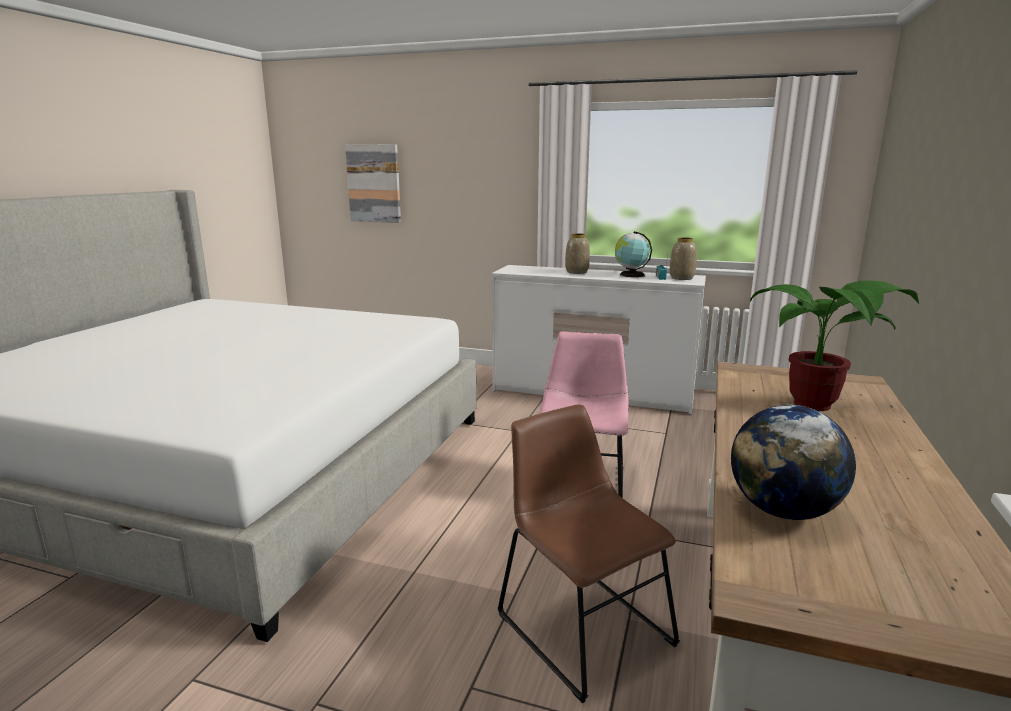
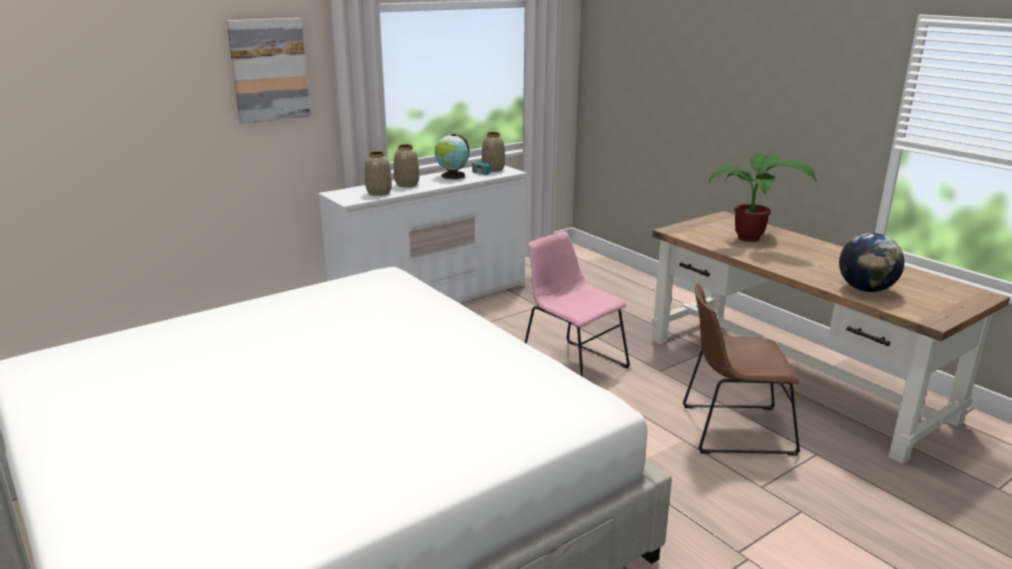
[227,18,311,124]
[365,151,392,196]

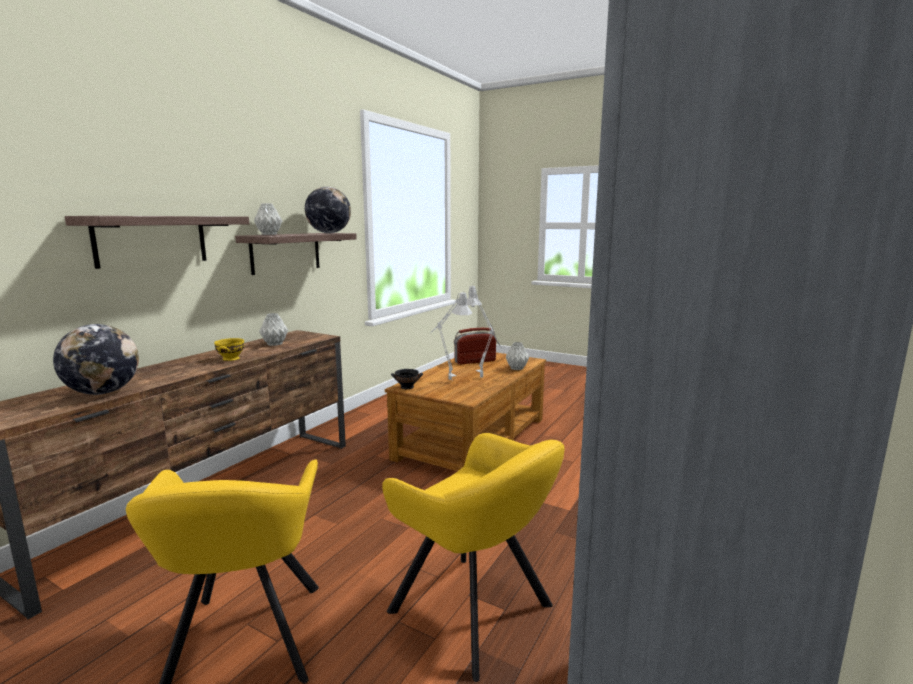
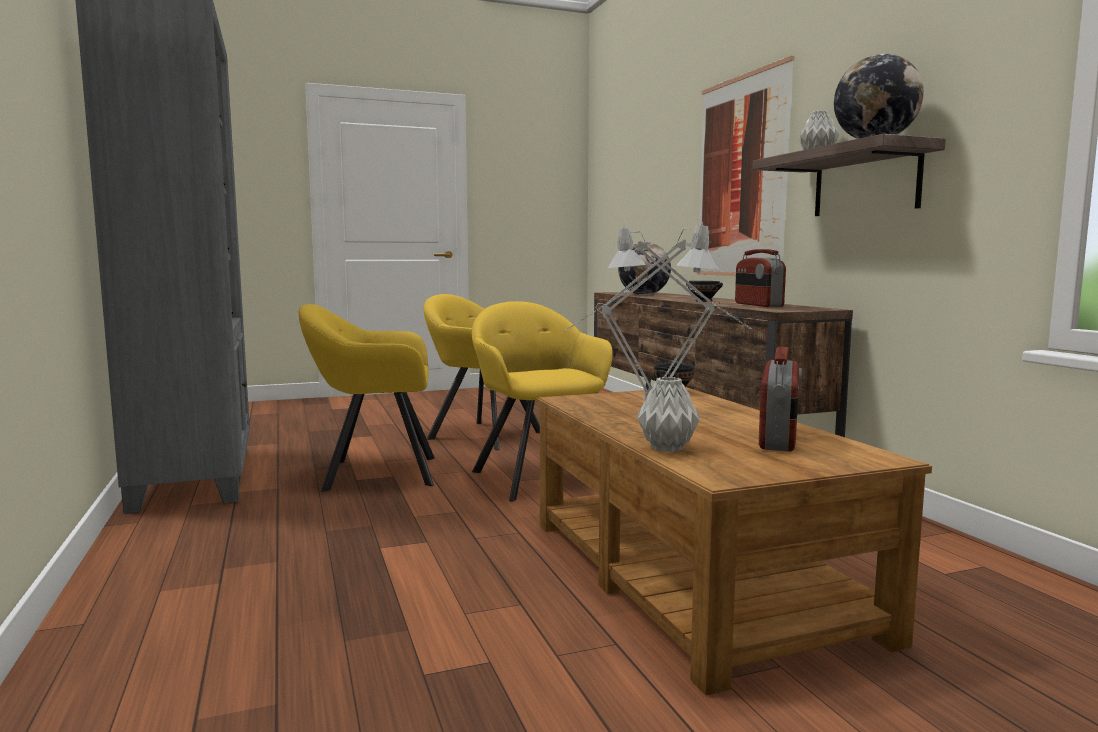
[696,56,794,276]
[686,281,723,302]
[735,249,786,307]
[472,301,613,502]

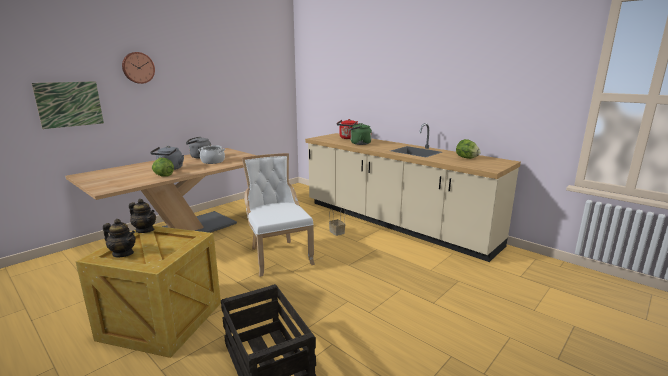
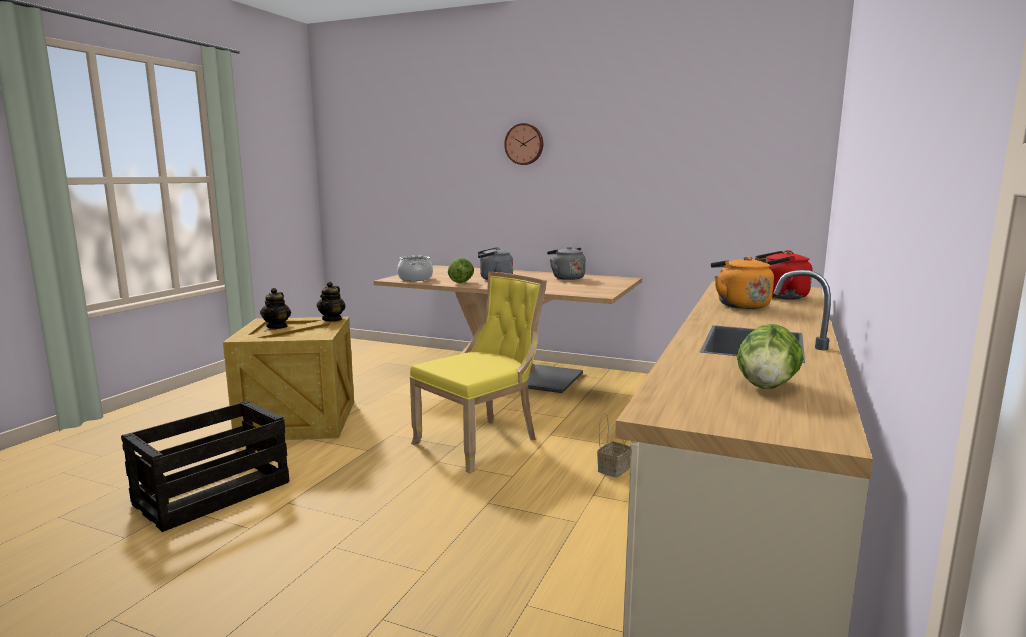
[32,81,104,129] (first image)
[397,256,433,281]
[410,272,547,473]
[711,256,774,309]

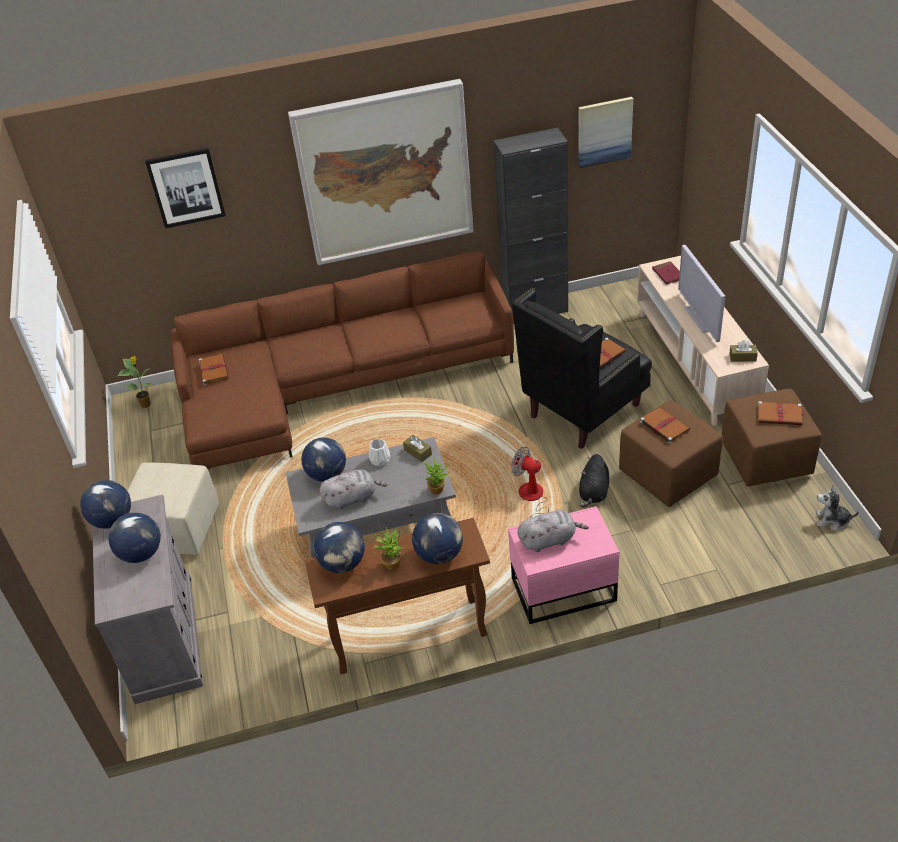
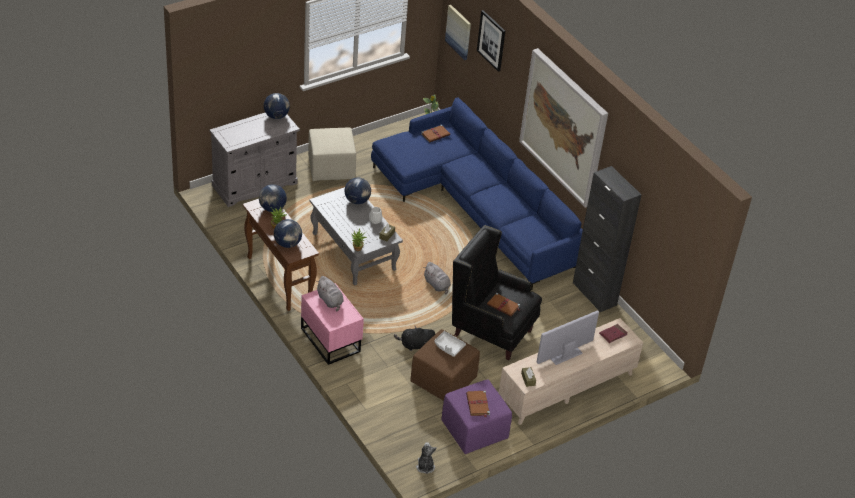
[108,513,161,563] (first image)
[371,97,583,290]
[423,262,451,295]
[511,447,549,518] (first image)
[445,5,471,60]
[434,331,466,357]
[441,379,512,454]

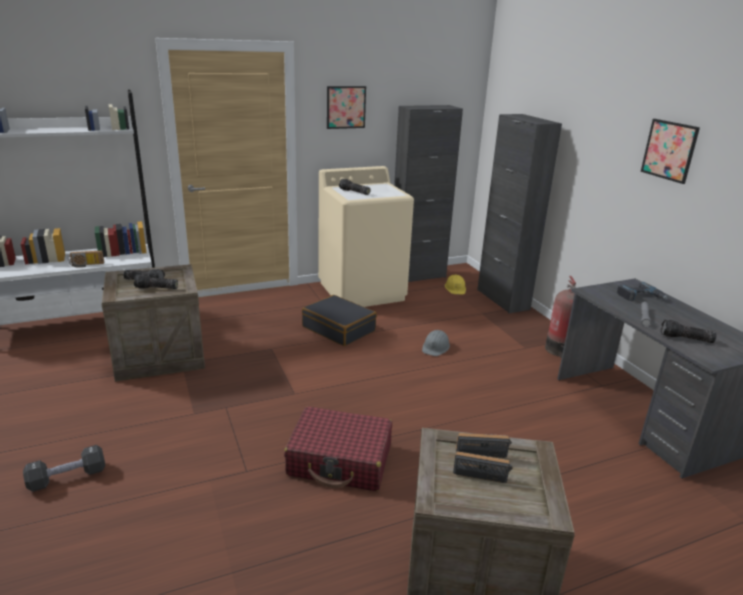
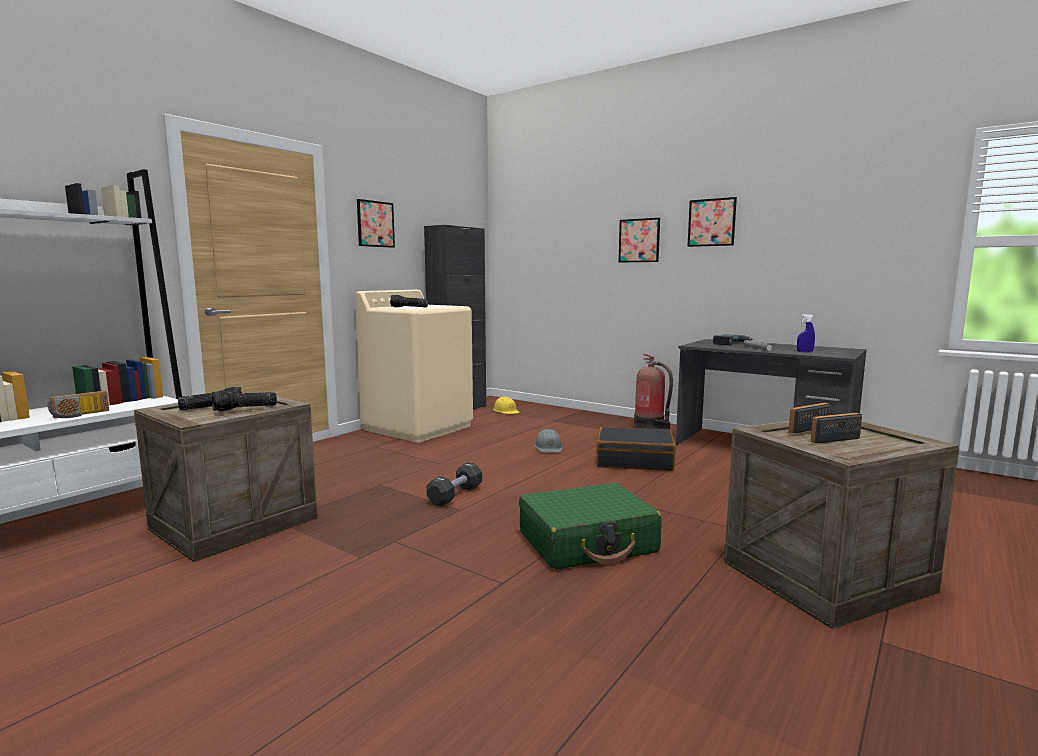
[427,462,482,506]
[519,483,662,570]
[597,427,676,471]
[477,114,562,313] (first image)
[797,314,815,352]
[619,218,660,263]

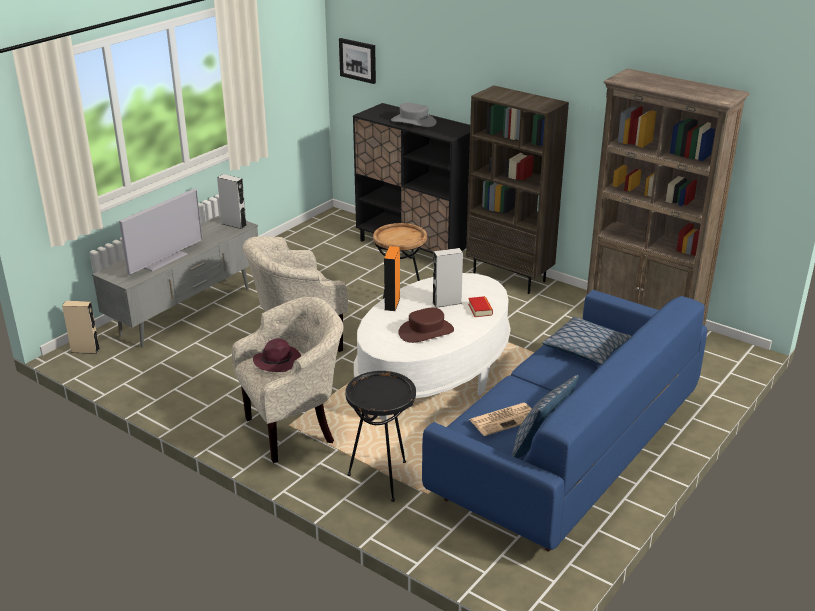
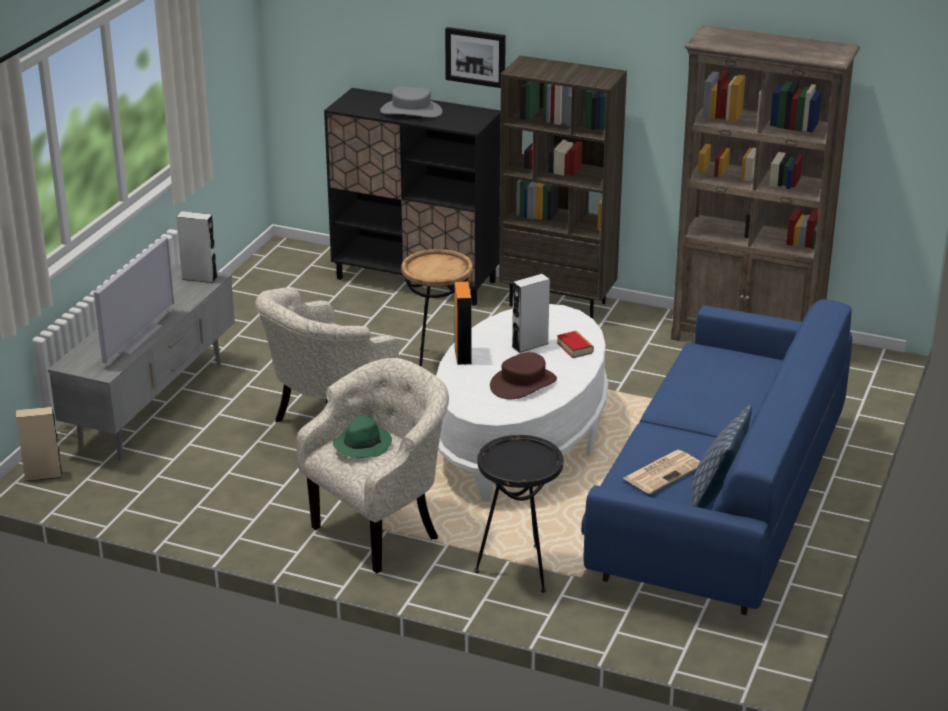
[333,416,392,458]
[445,27,506,88]
[542,317,631,365] (first image)

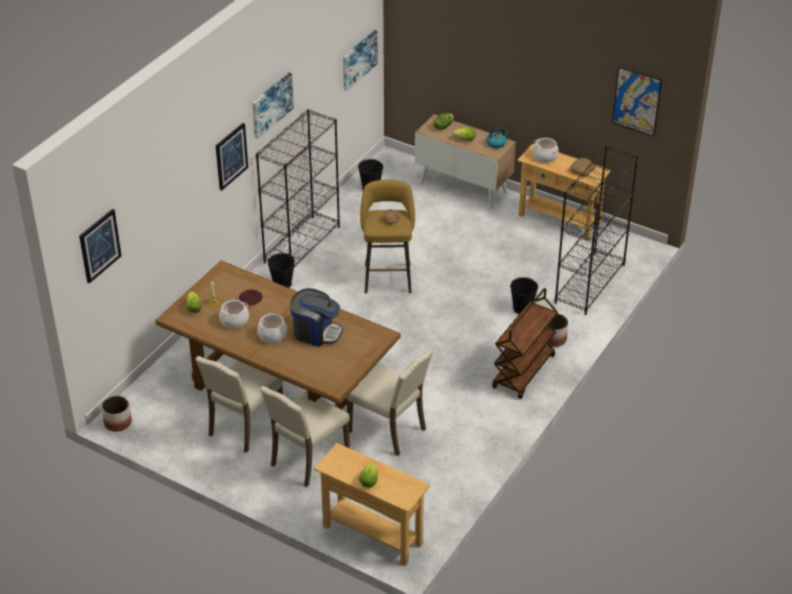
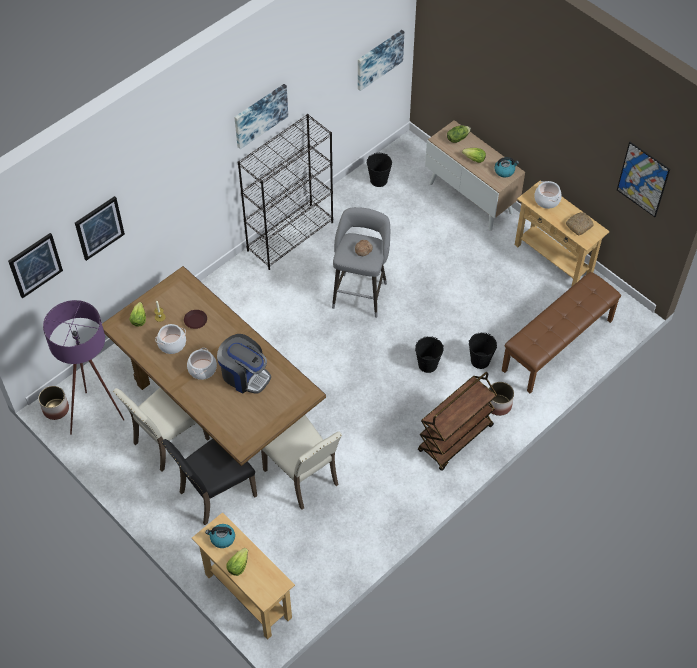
[75,196,125,261]
[161,439,257,525]
[415,336,444,373]
[332,207,390,318]
[502,272,621,393]
[43,300,124,435]
[205,524,235,548]

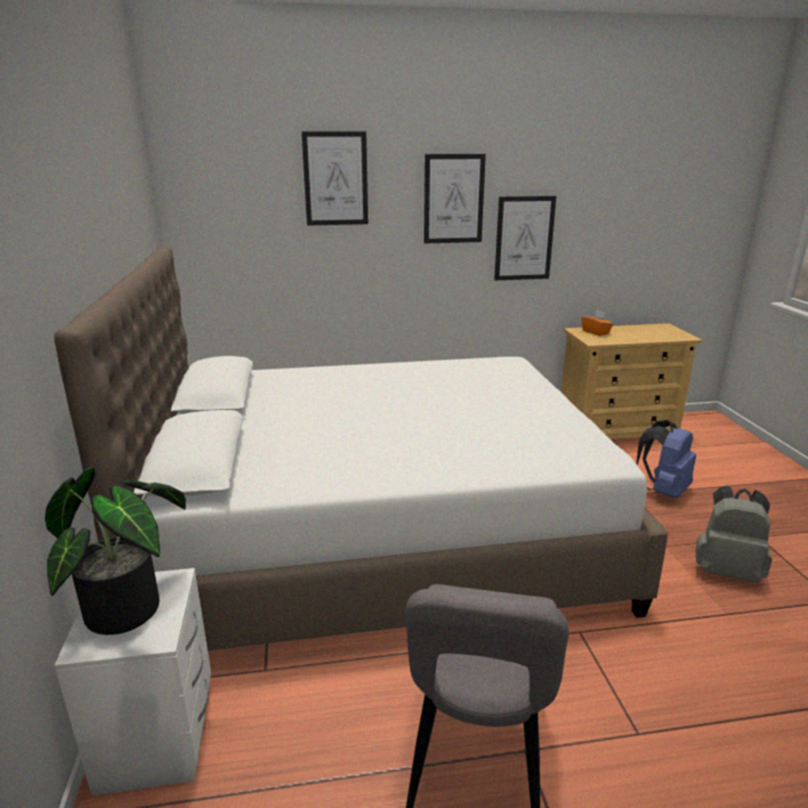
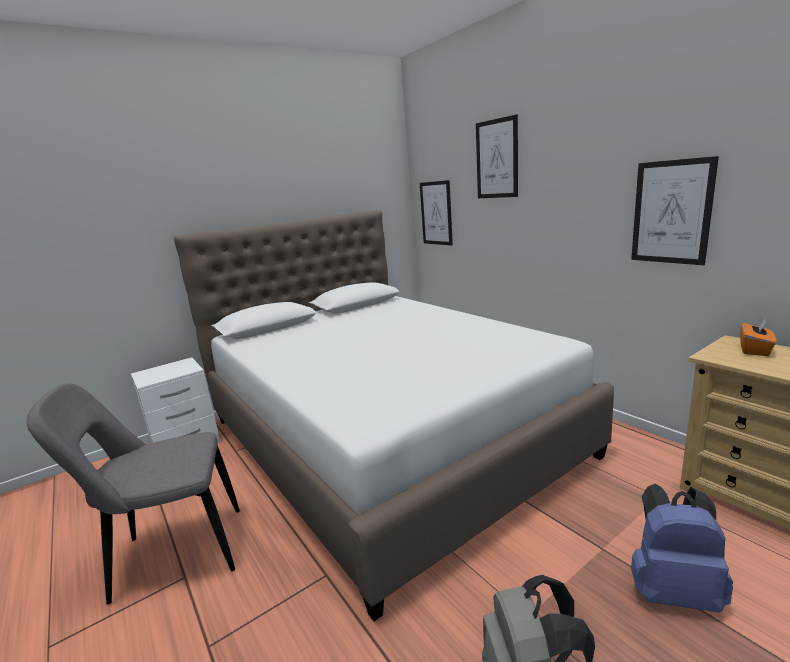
[45,467,186,635] (first image)
[420,180,453,246]

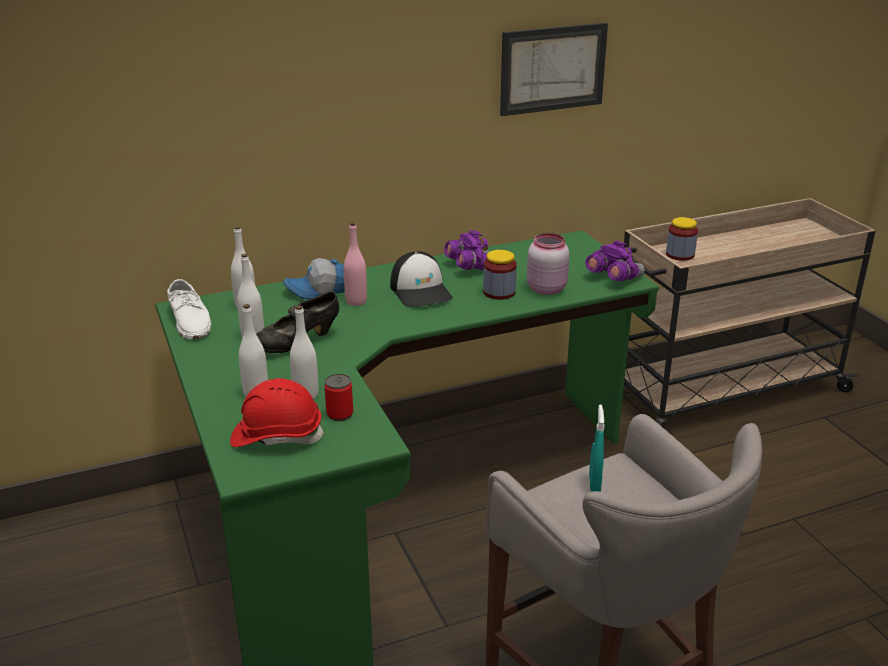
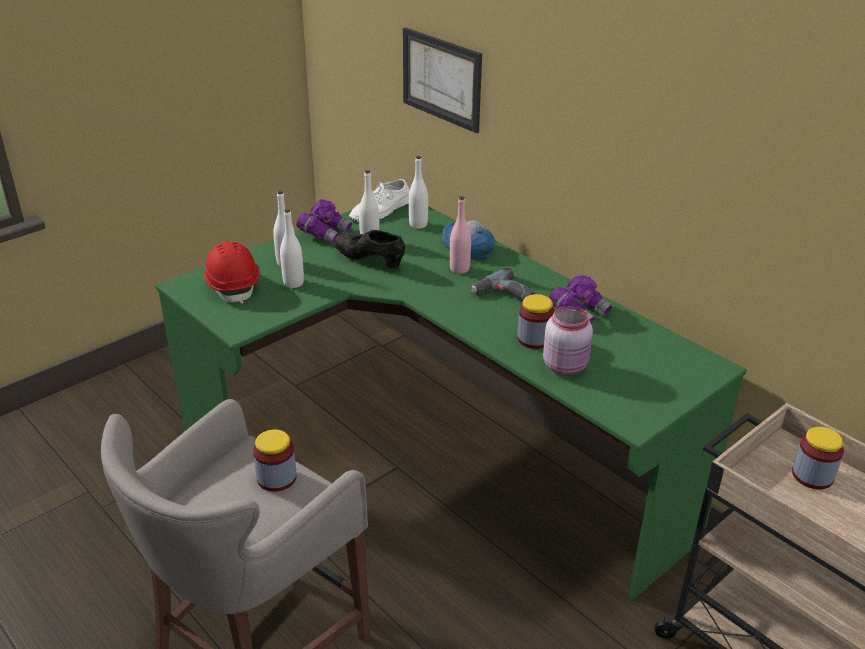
[324,374,353,421] (first image)
[471,267,536,301]
[403,27,482,133]
[296,199,352,244]
[253,429,297,492]

